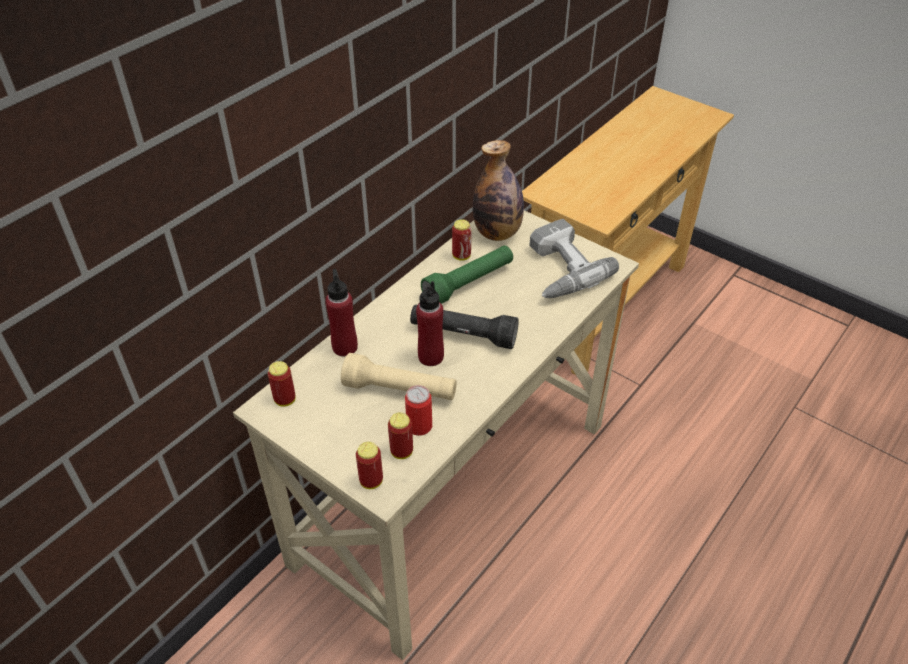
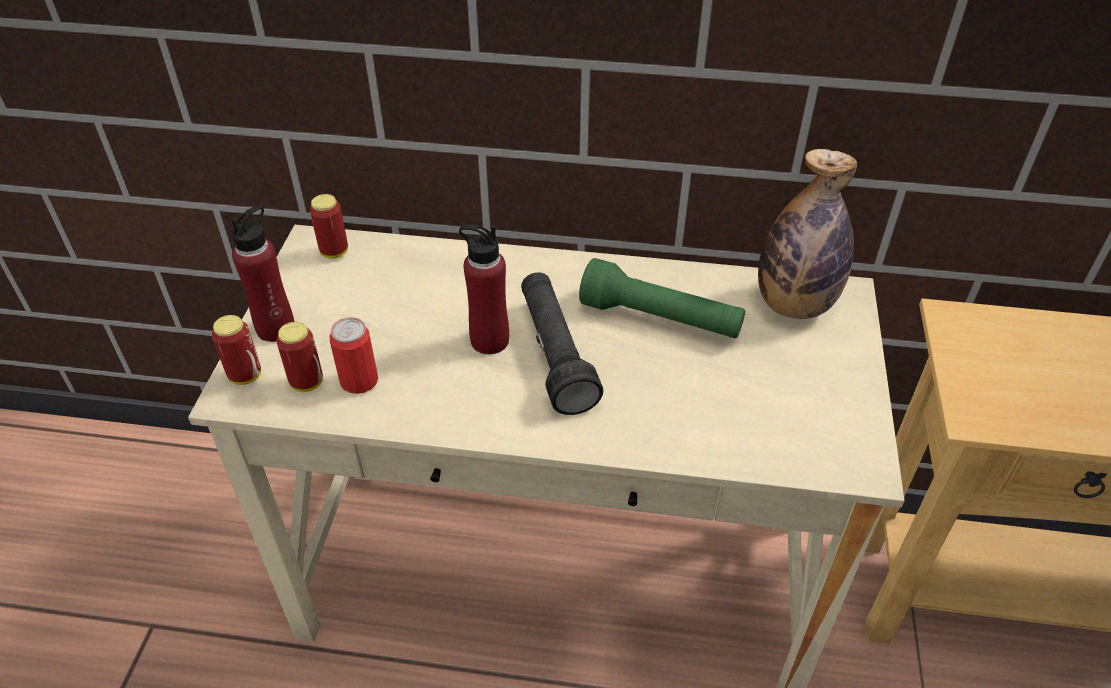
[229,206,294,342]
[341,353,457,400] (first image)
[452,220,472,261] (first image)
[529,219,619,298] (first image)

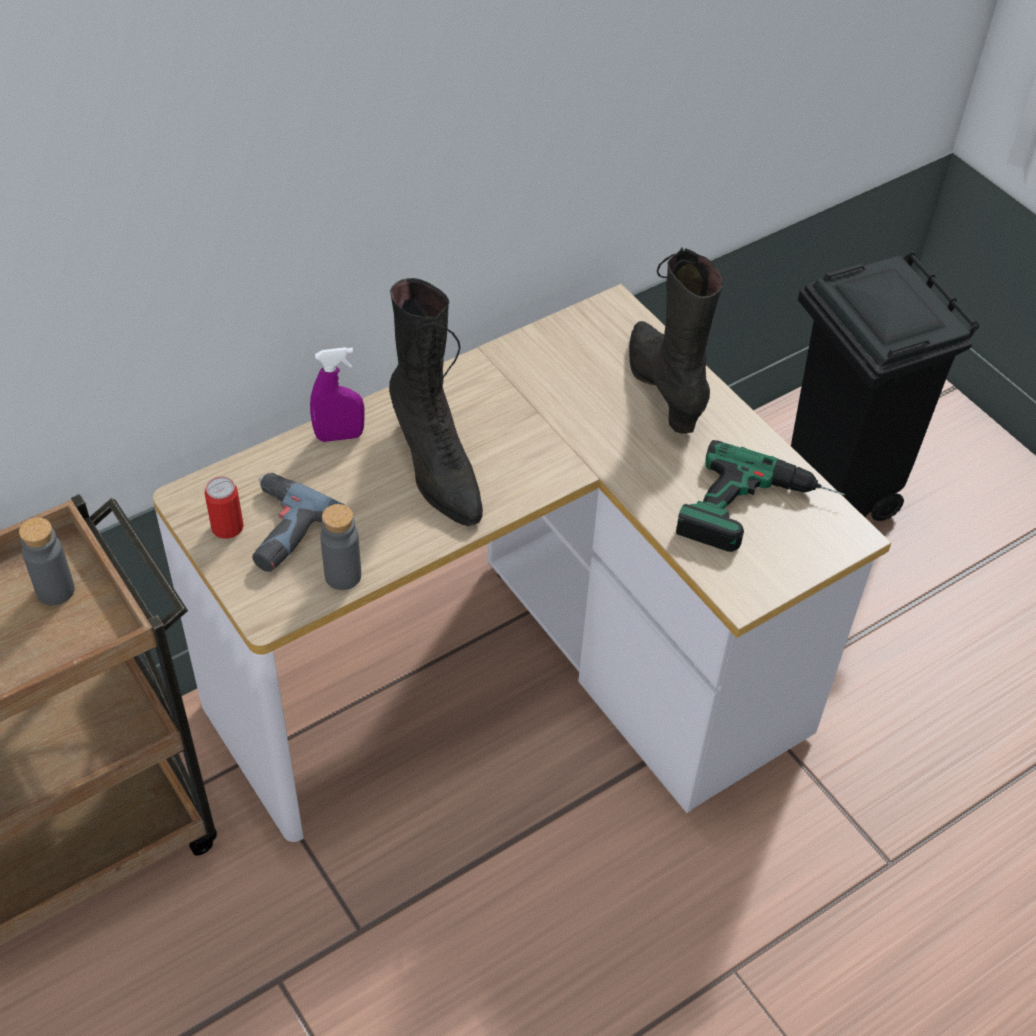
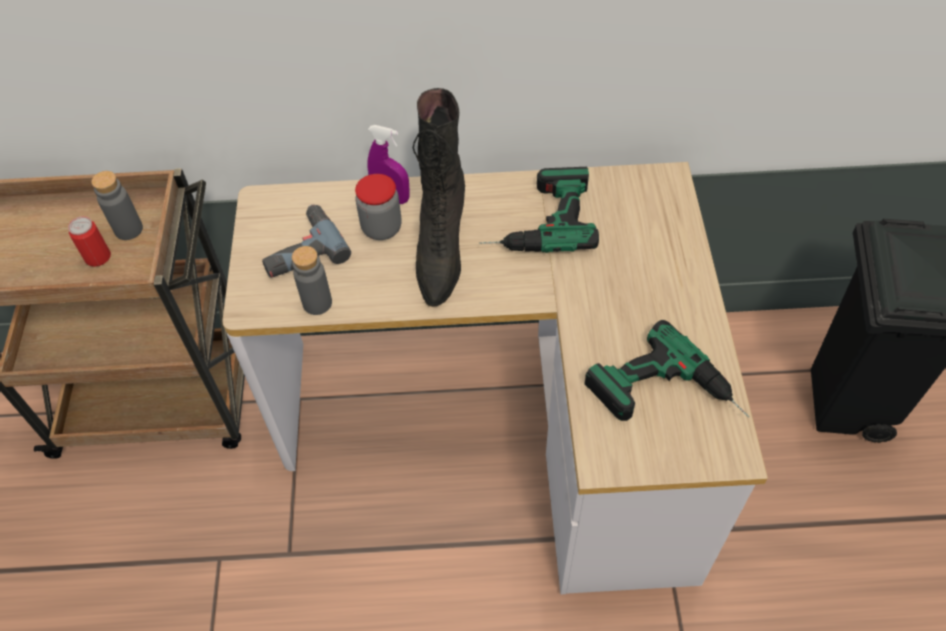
[68,216,111,267]
[629,247,723,434] (first image)
[355,174,401,240]
[479,167,599,253]

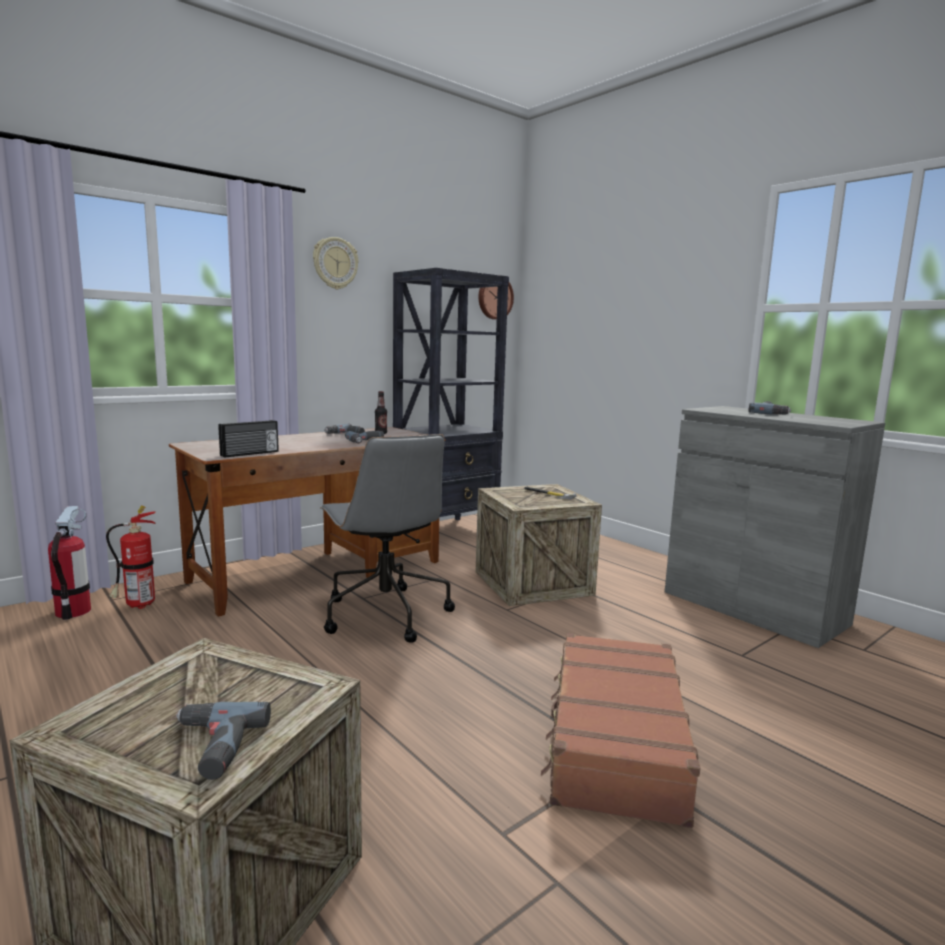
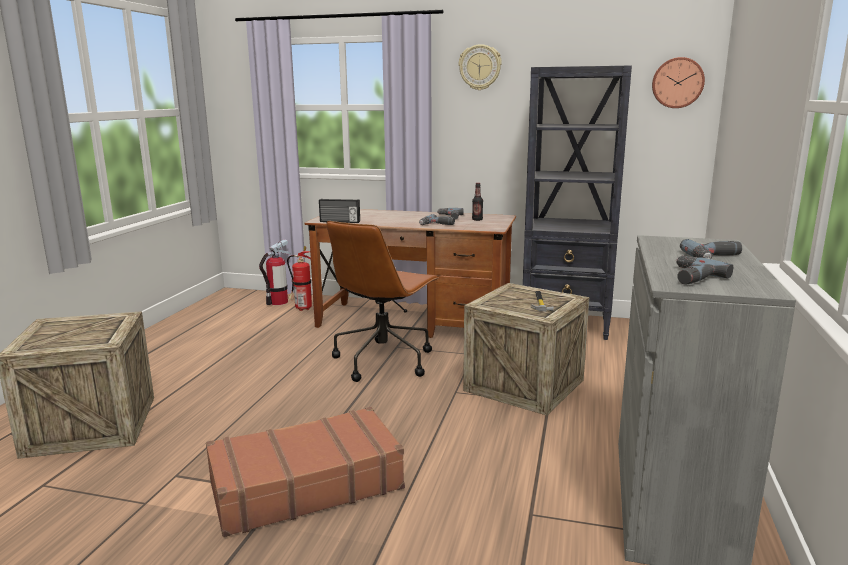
[676,255,734,285]
[326,221,439,382]

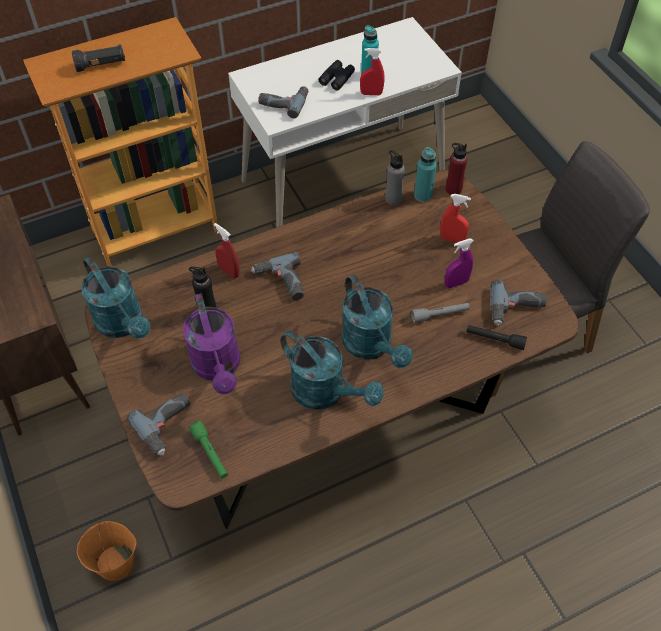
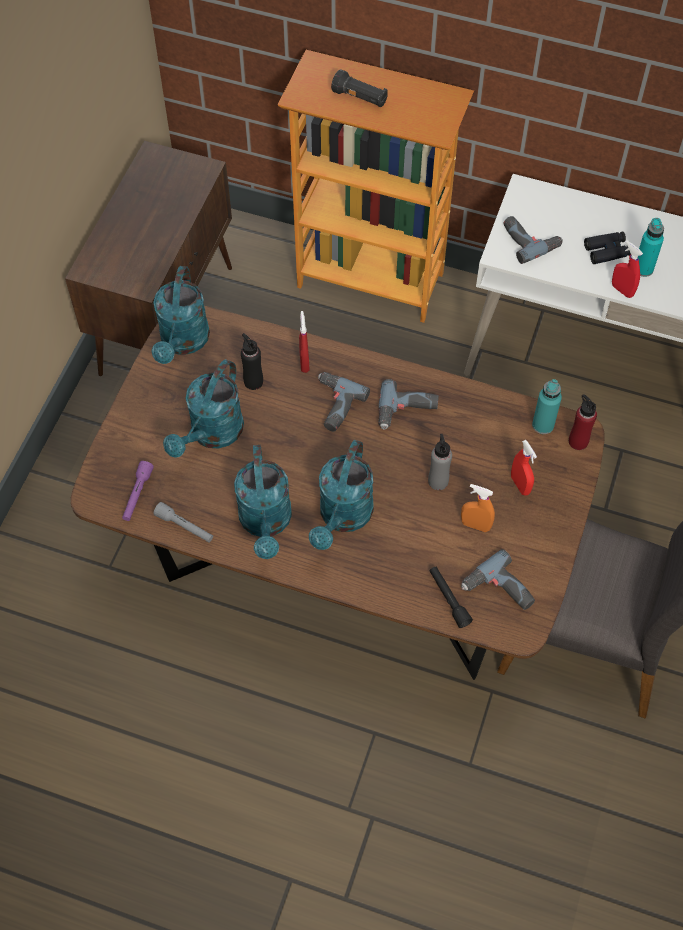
[77,521,137,581] (first image)
[378,379,439,430]
[163,359,244,458]
[122,461,154,521]
[428,434,452,490]
[154,502,213,543]
[461,484,495,532]

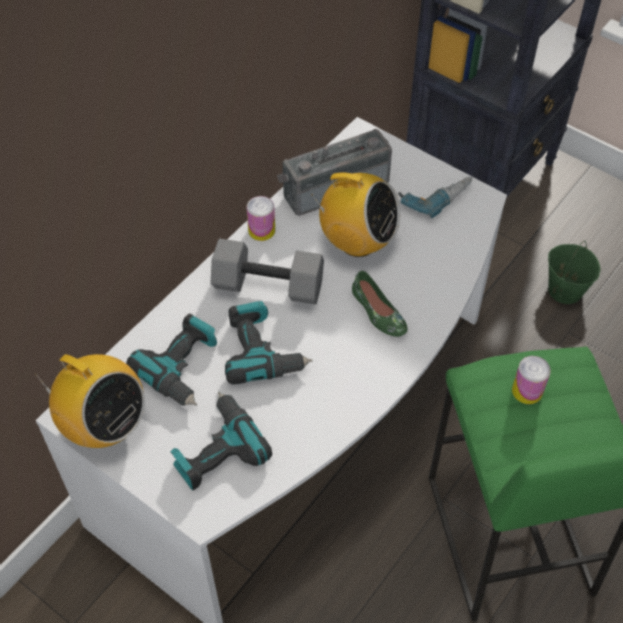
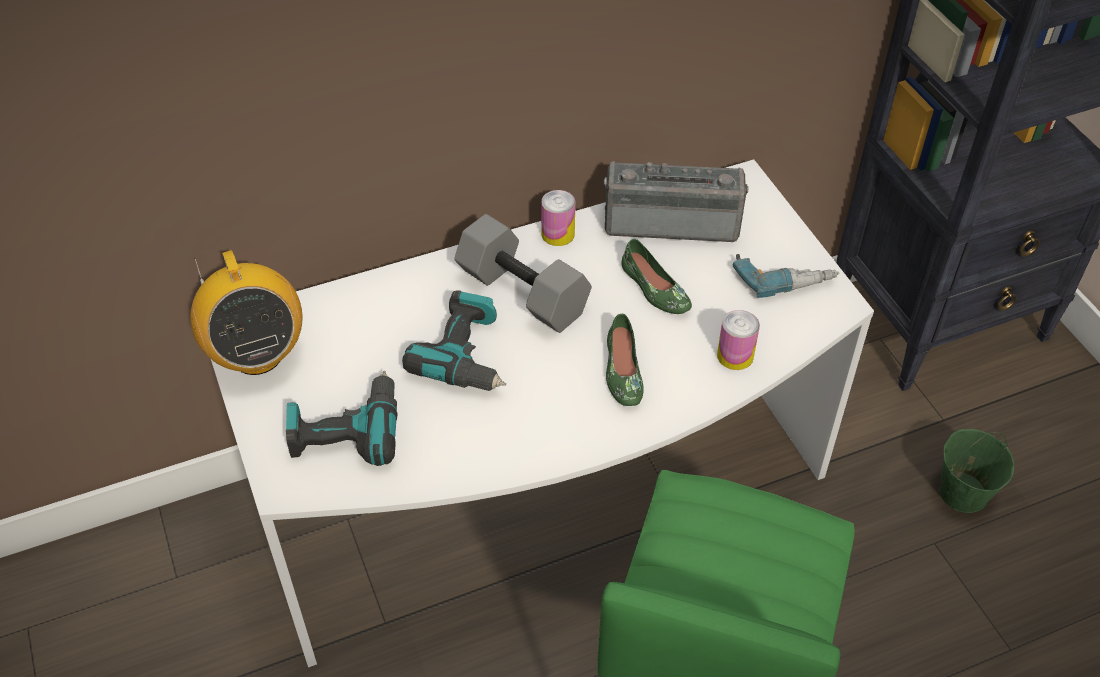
[126,313,217,406] (first image)
[622,239,692,314]
[717,310,760,370]

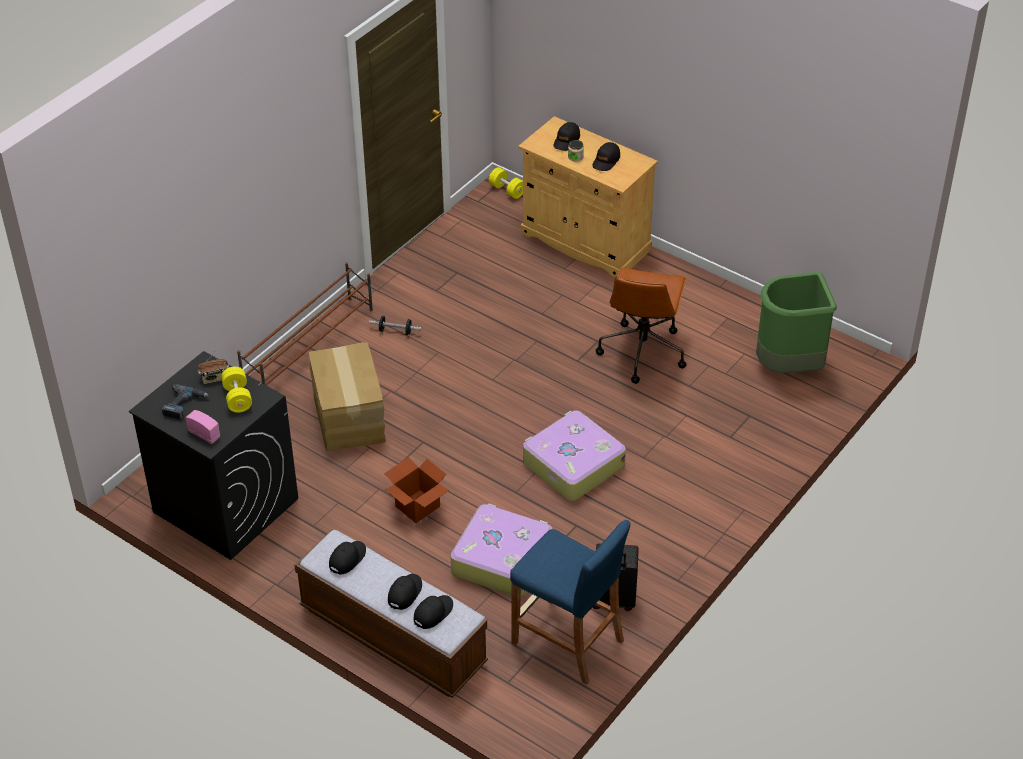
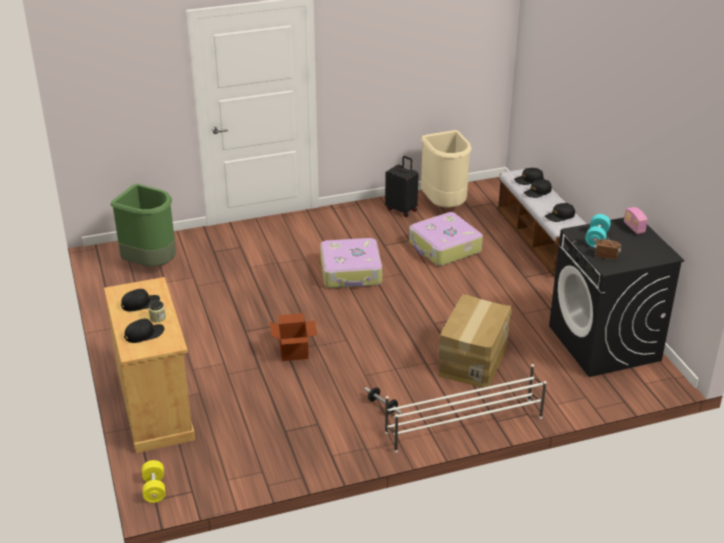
[162,384,209,420] (first image)
[585,214,611,247]
[385,364,546,453]
[270,313,318,361]
[421,130,472,208]
[596,267,687,384] (first image)

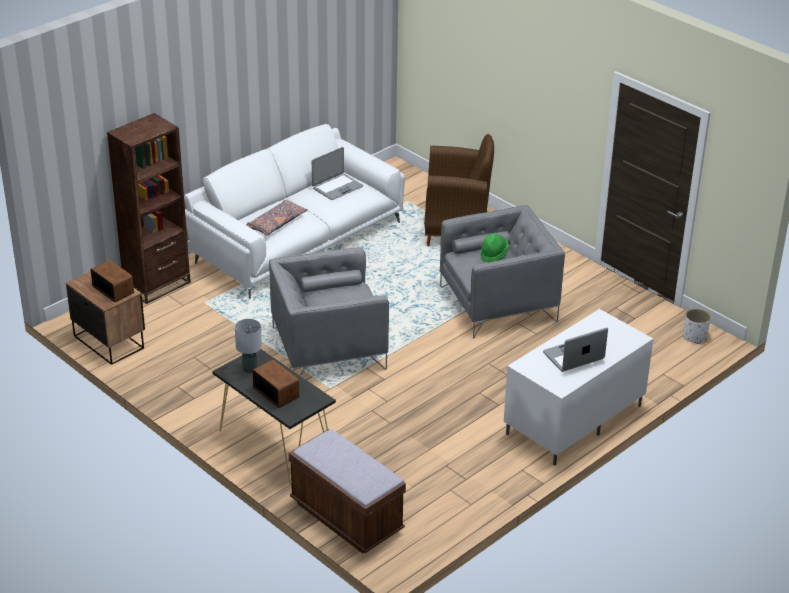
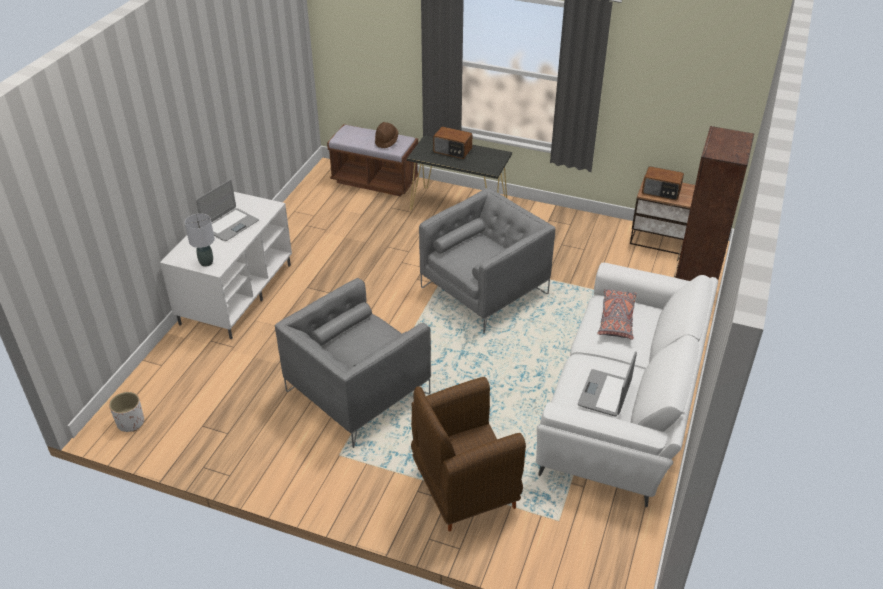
[185,213,215,267]
[480,233,509,262] (first image)
[375,122,398,149]

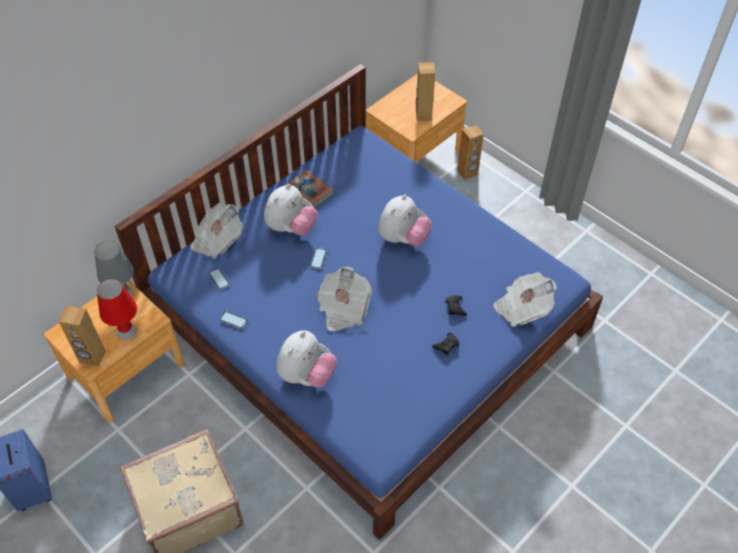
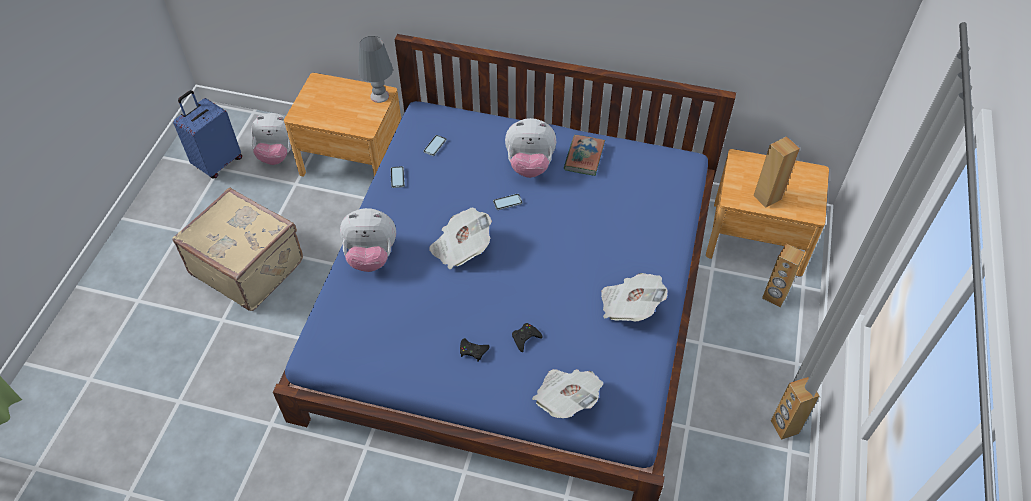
[771,377,819,440]
[97,279,137,340] (first image)
[601,273,668,322]
[251,113,292,165]

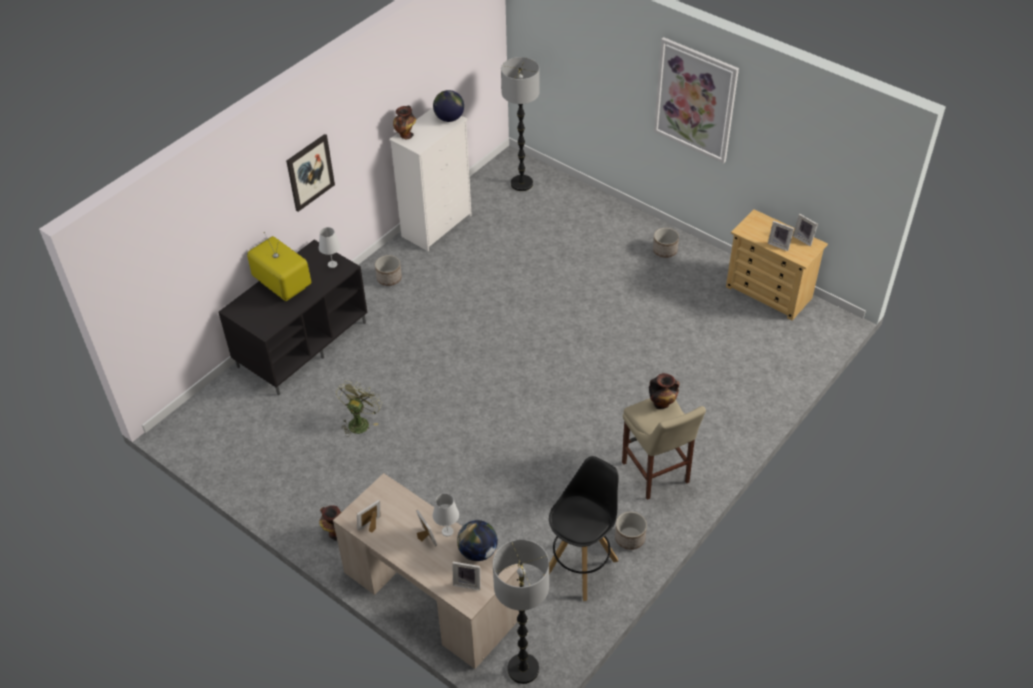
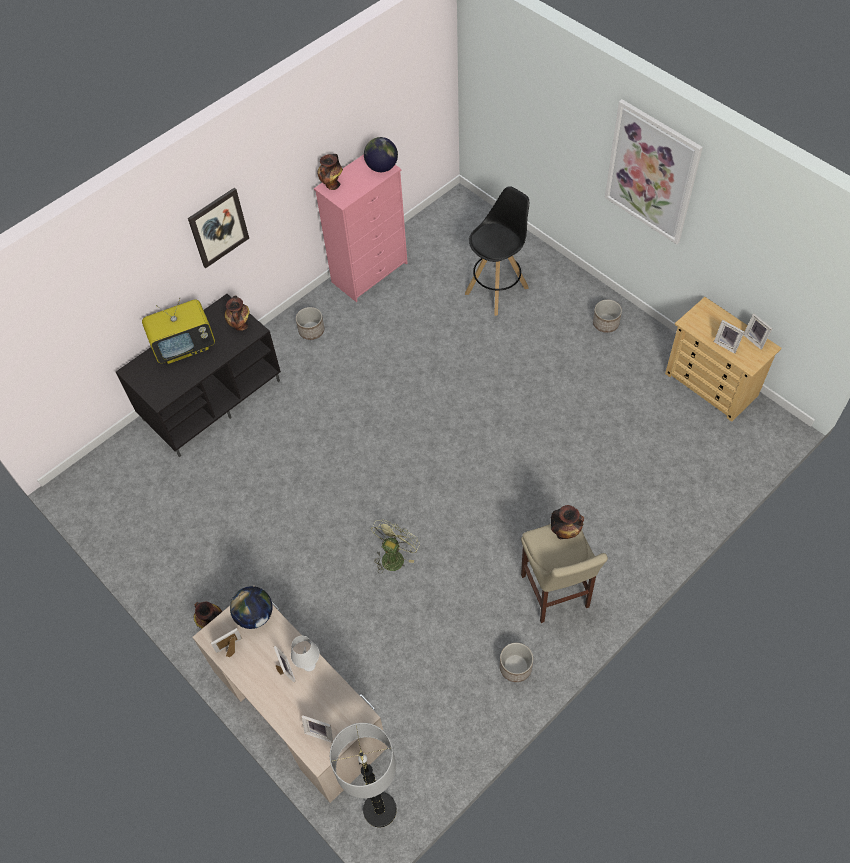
[142,297,215,364]
[224,296,250,331]
[371,520,420,574]
[314,154,408,302]
[230,586,273,629]
[501,57,539,191] (first image)
[465,186,529,316]

